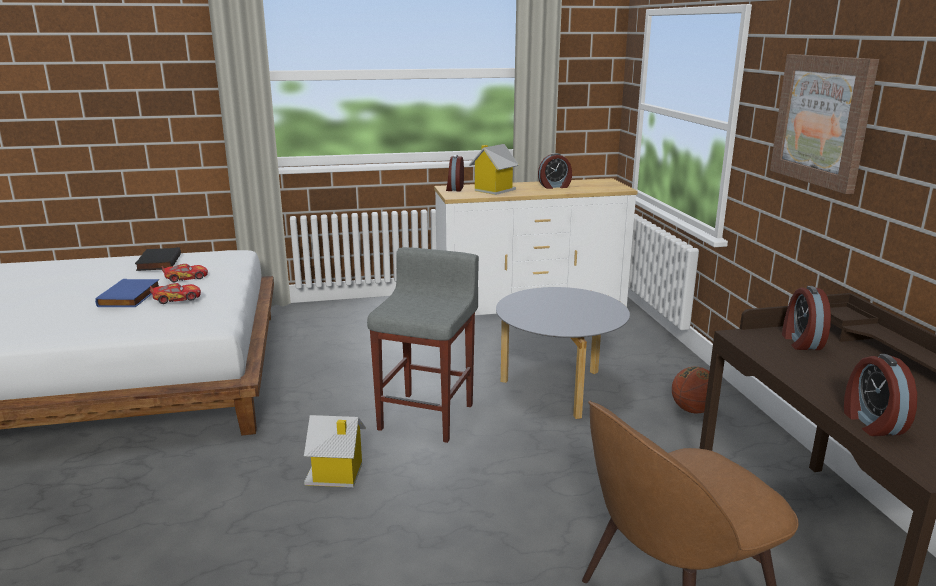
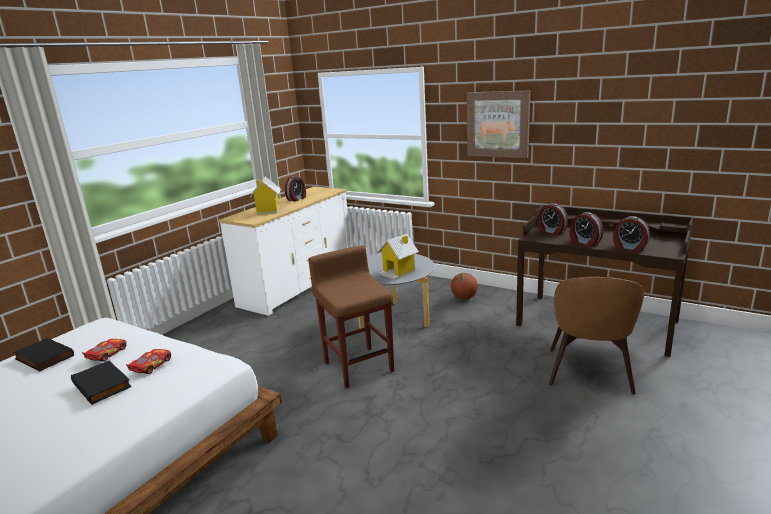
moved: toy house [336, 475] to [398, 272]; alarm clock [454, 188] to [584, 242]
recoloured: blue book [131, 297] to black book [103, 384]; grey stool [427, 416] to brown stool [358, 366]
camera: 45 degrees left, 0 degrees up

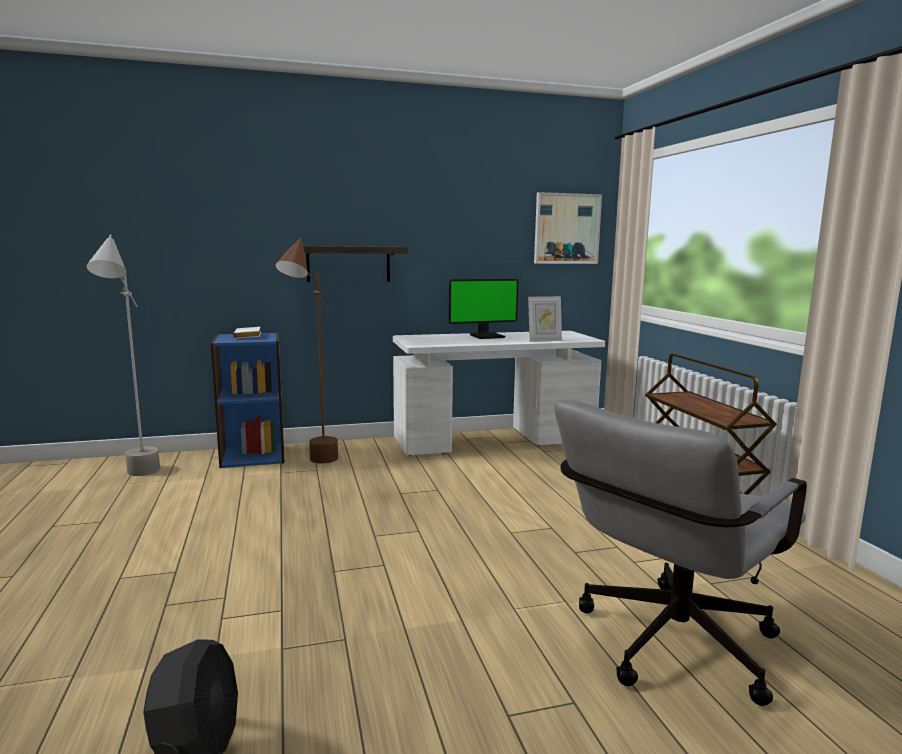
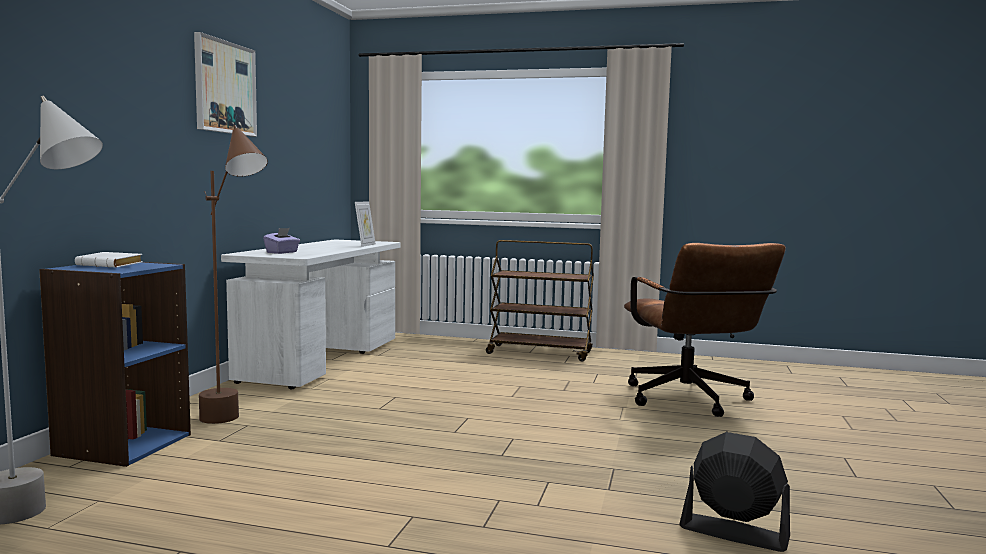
removed: shelf [348, 264]; monitor [487, 336]
added: purple tissue box [282, 252]
moved: picture [566, 229] to [224, 87]
recoloured: grey office chair [666, 648] to brown office chair [691, 401]
camera: 60 degrees left, 5 degrees down

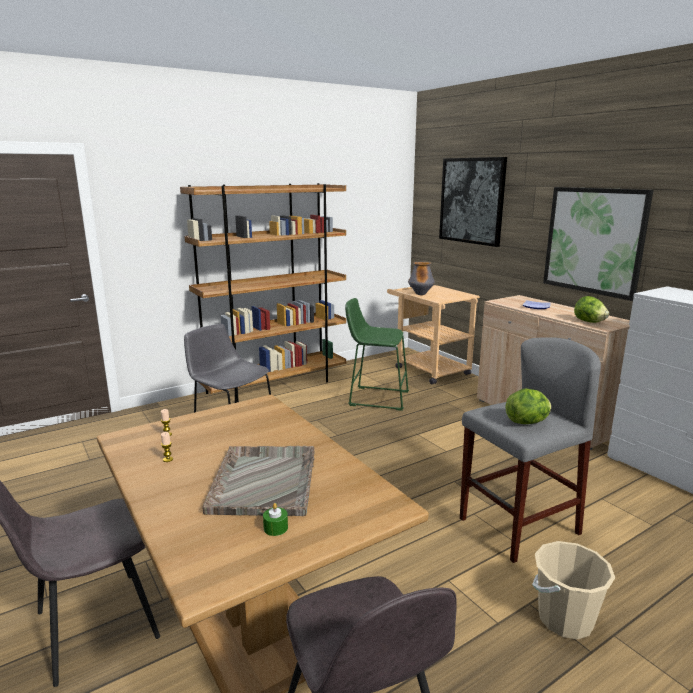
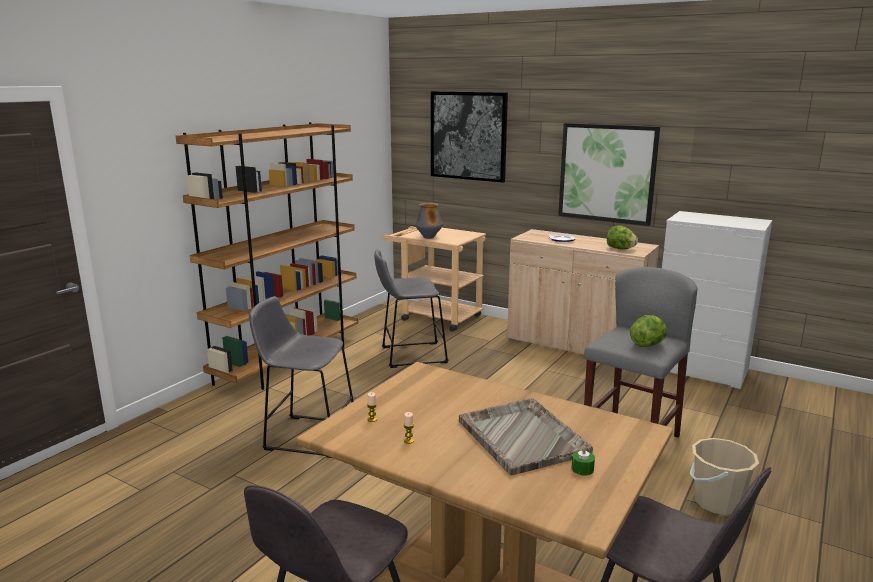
recoloured: green stool [375, 398] to grey stool [410, 355]
camera: 25 degrees left, 0 degrees up

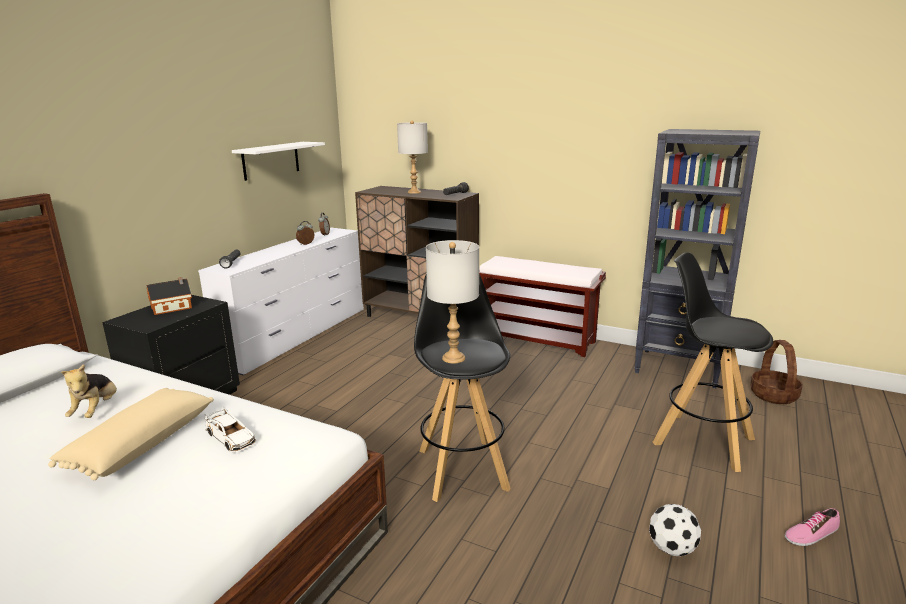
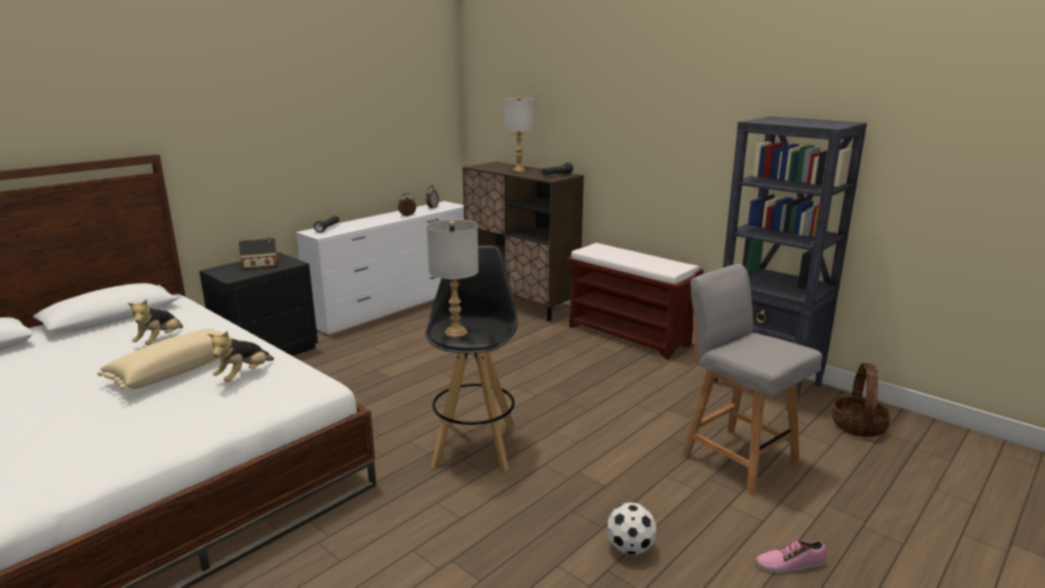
removed: white shelf [271, 160]
replaced: white toy car [231, 438] to plush toy [244, 375]; black stool [702, 440] to grey chair [737, 458]
camera: 15 degrees right, 0 degrees up

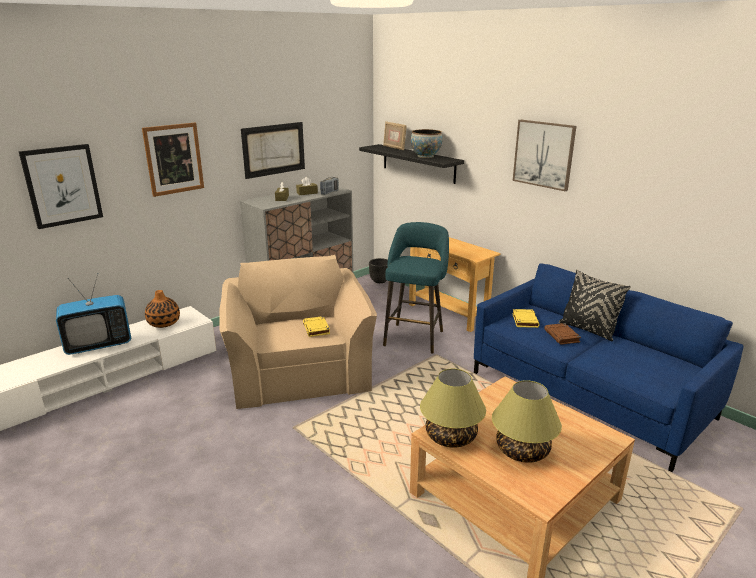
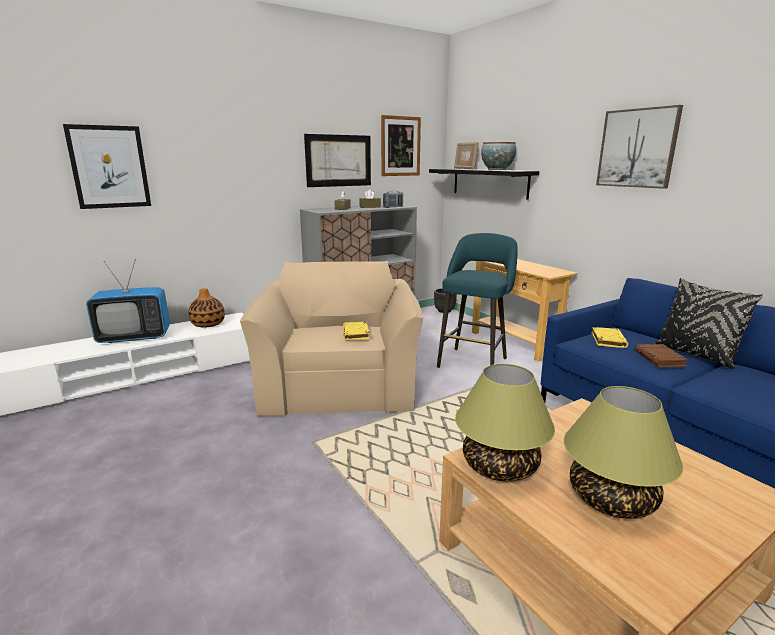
moved: picture [174, 159] to [400, 146]
camera: 10 degrees right, 5 degrees down

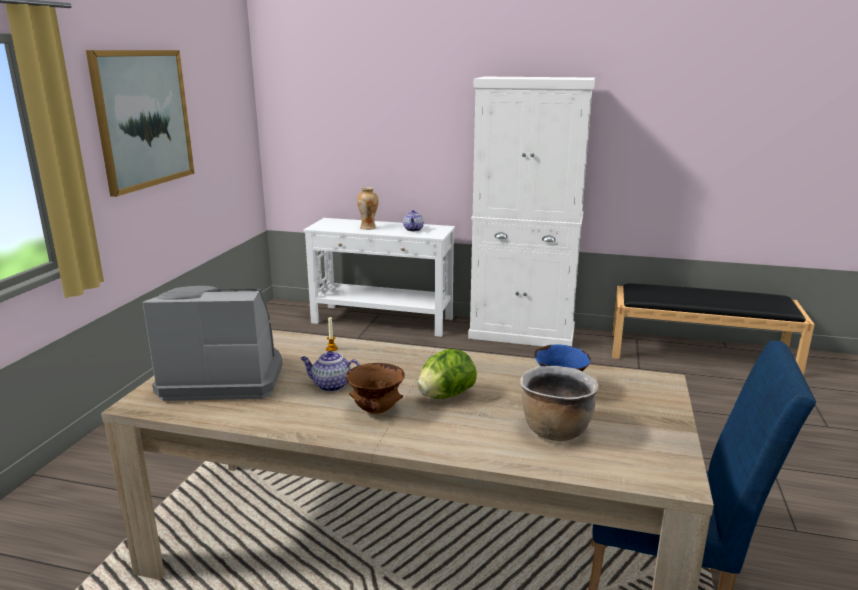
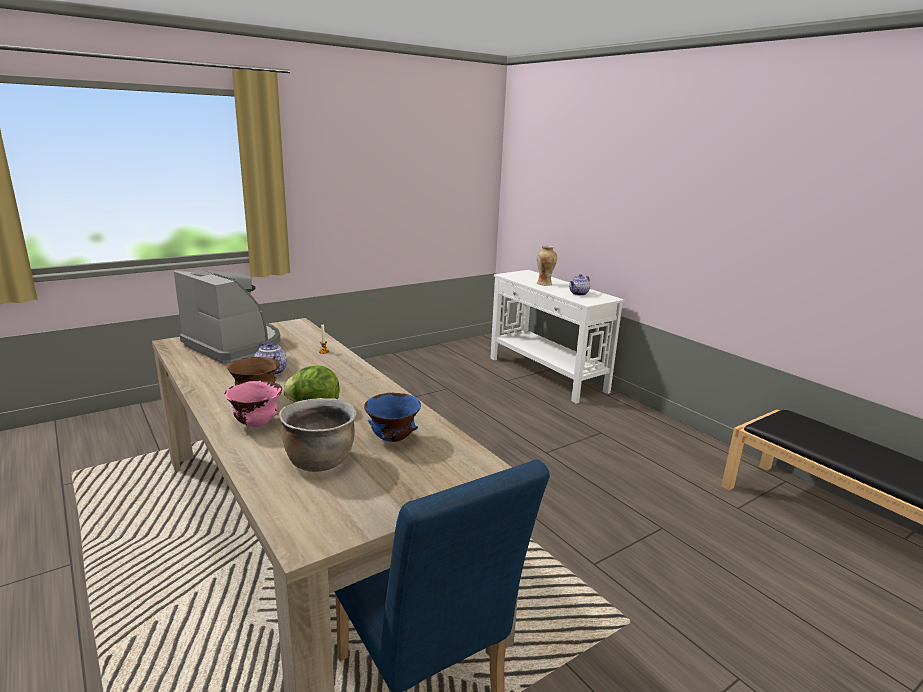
removed: picture [143, 119]; white cabinet [522, 334]
added: pink bowl [256, 424]
camera: 40 degrees right, 0 degrees up

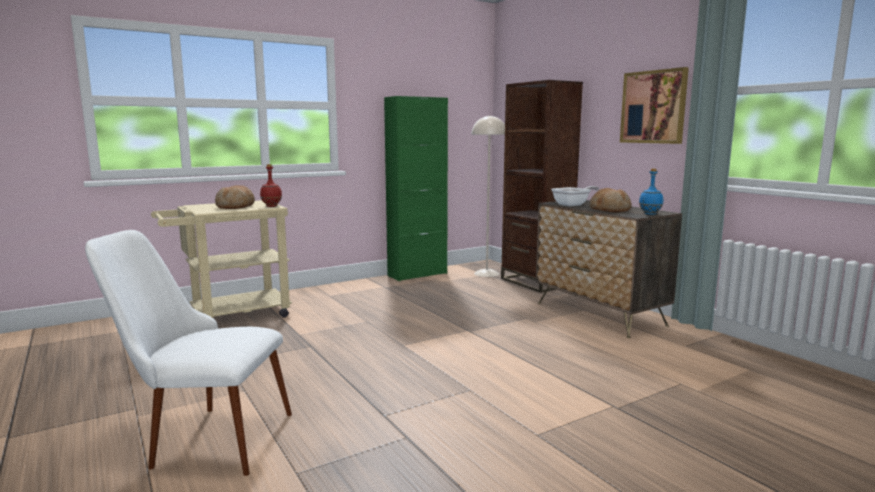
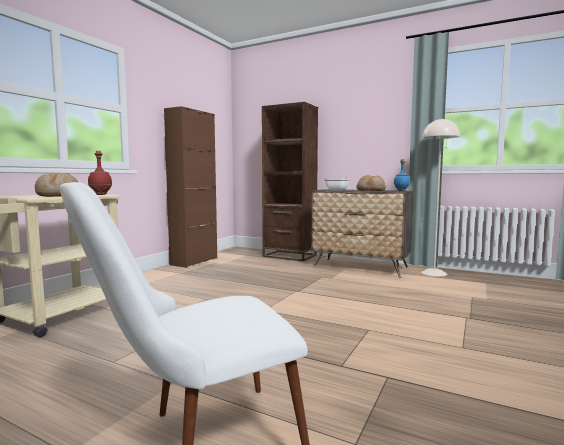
removed: picture [653, 107]
moved: beige floor lamp [486, 273] to [433, 273]
recoloured: green cabinet [417, 274] to brown cabinet [194, 261]
camera: 30 degrees left, 5 degrees down

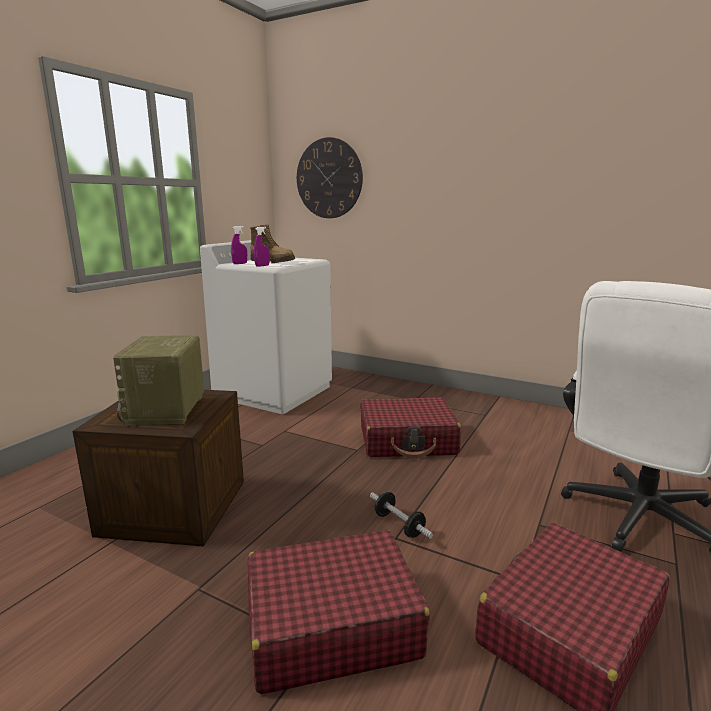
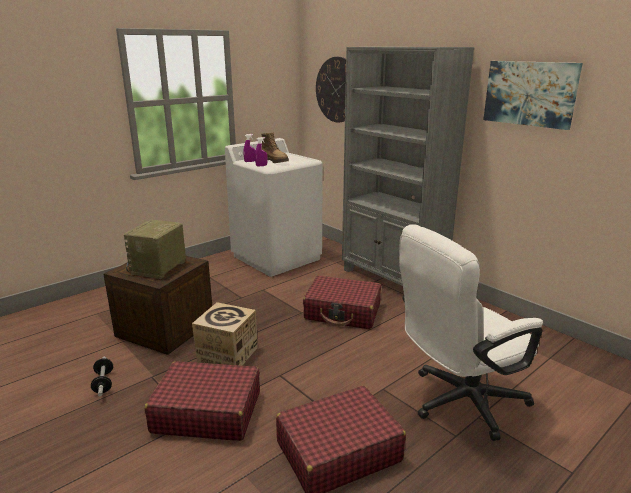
added: cardboard box [227, 355]; grey bookcase [392, 279]; picture [530, 93]
moved: dumbbell [399, 525] to [103, 383]
camera: 20 degrees right, 5 degrees up

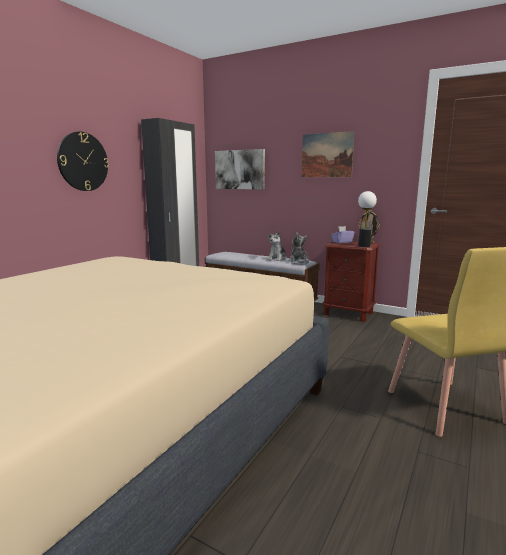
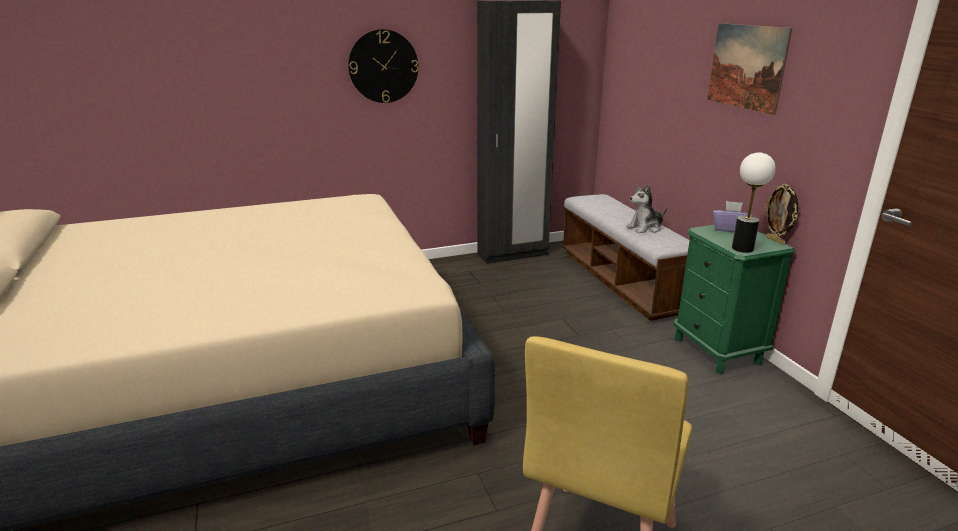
removed: picture [240, 169]; plush toy [298, 262]
recoloured: brown nightstand [348, 313] to green nightstand [717, 351]
camera: 40 degrees right, 10 degrees up

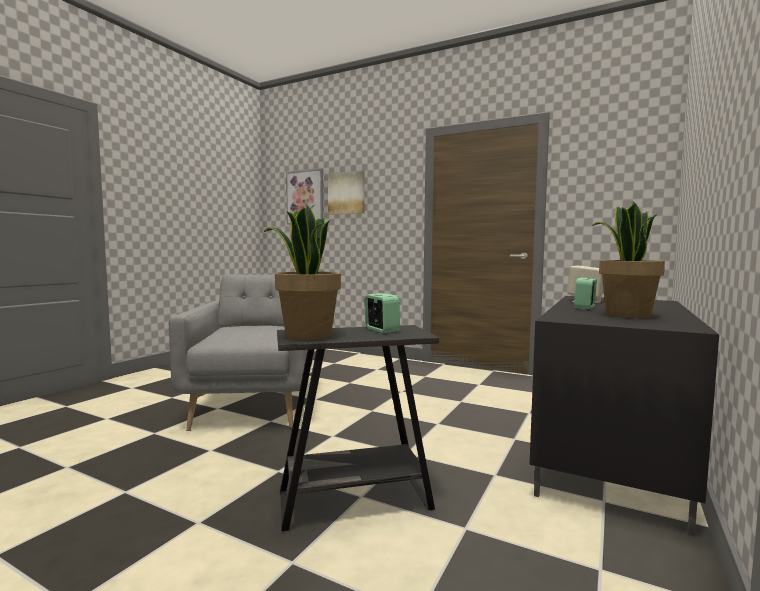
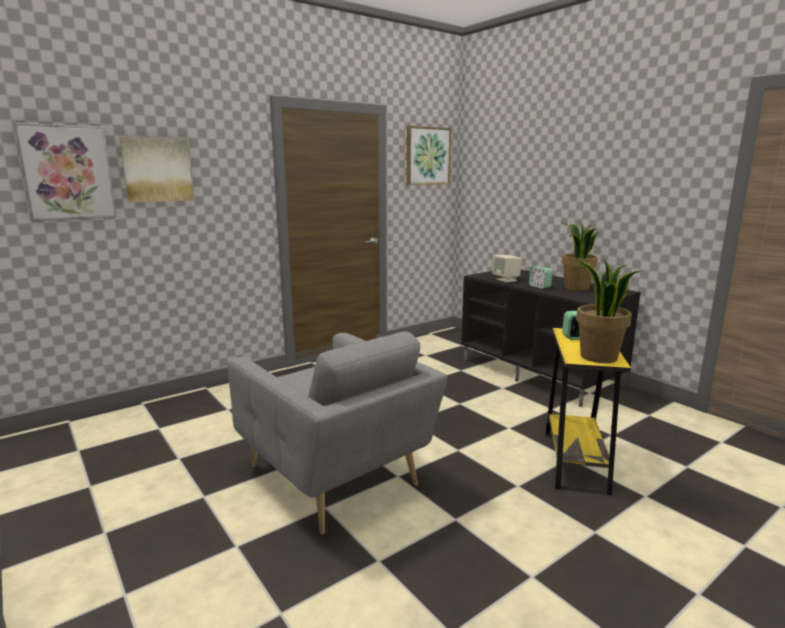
added: picture [428, 156]
recoloured: black side table [354, 500] to yellow side table [575, 461]
turned: grey armchair [255, 404] = [335, 479] 150 degrees counterclockwise
camera: 65 degrees left, 10 degrees up

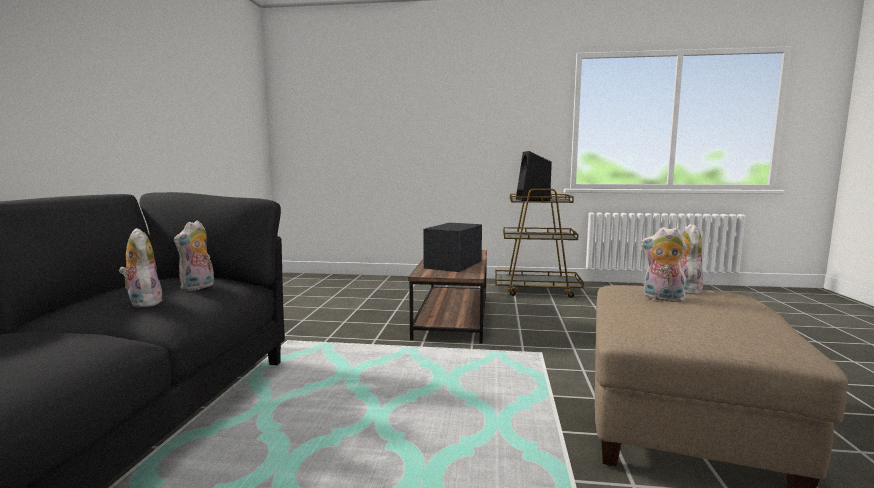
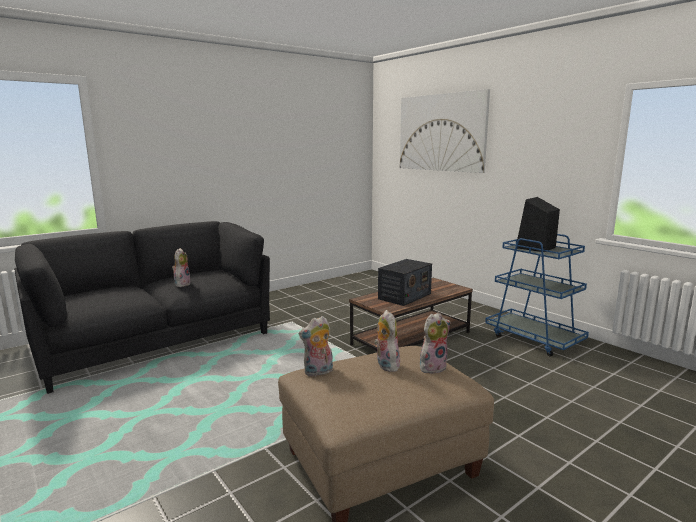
added: picture [441, 132]
moved: plush toy [198, 287] to [318, 372]
recoloured: brown cart [537, 290] to blue cart [534, 339]
turned: radio [453, 264] = [404, 296] 150 degrees clockwise
camera: 45 degrees right, 5 degrees up

